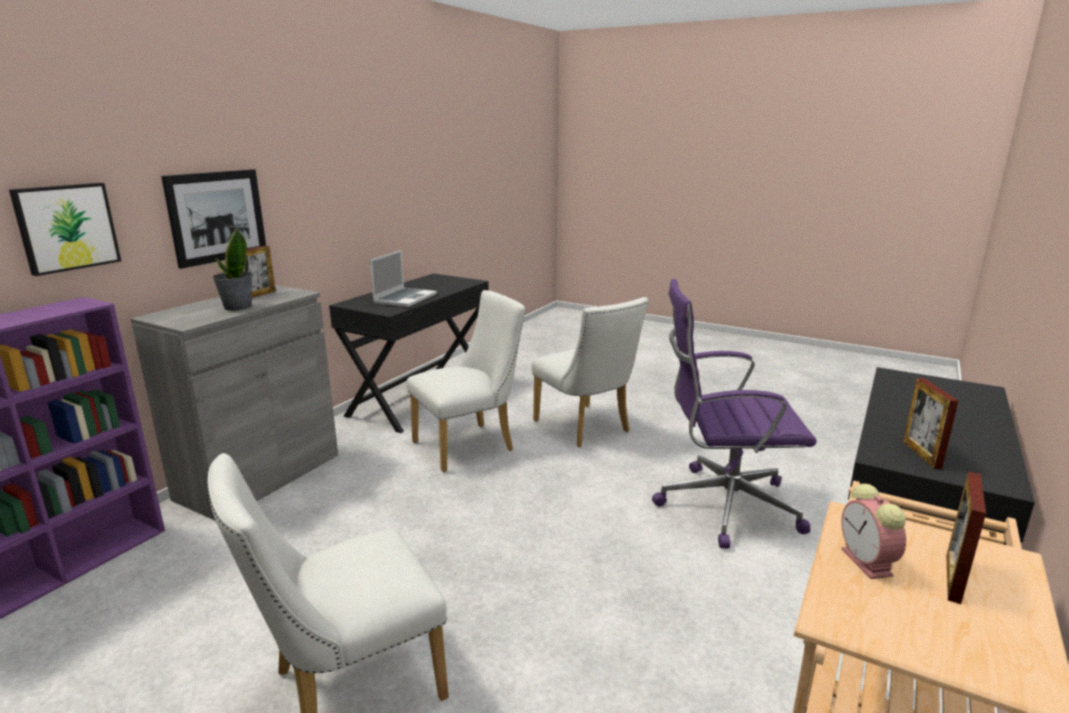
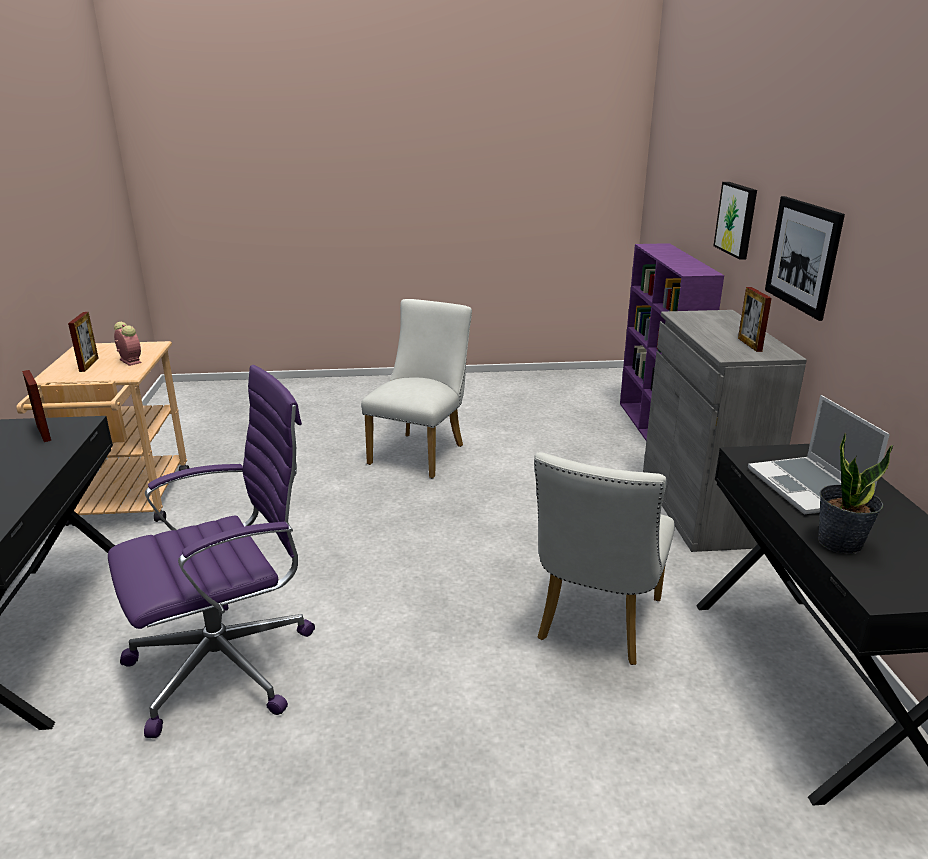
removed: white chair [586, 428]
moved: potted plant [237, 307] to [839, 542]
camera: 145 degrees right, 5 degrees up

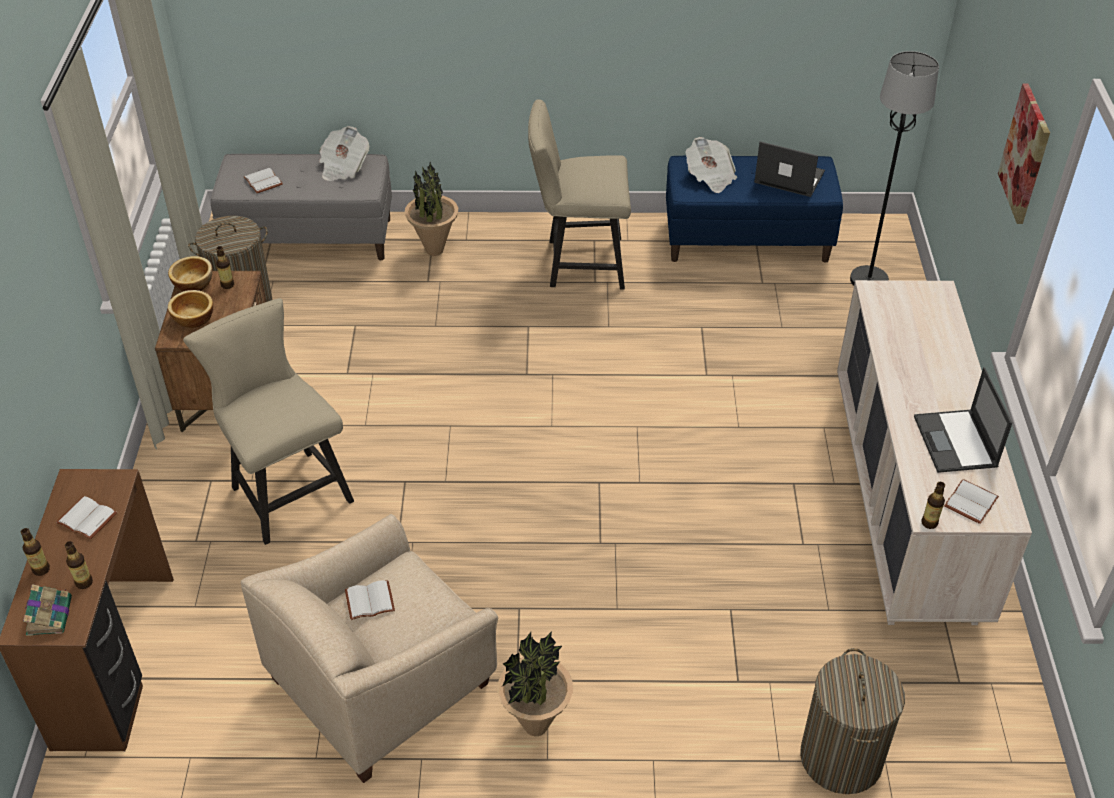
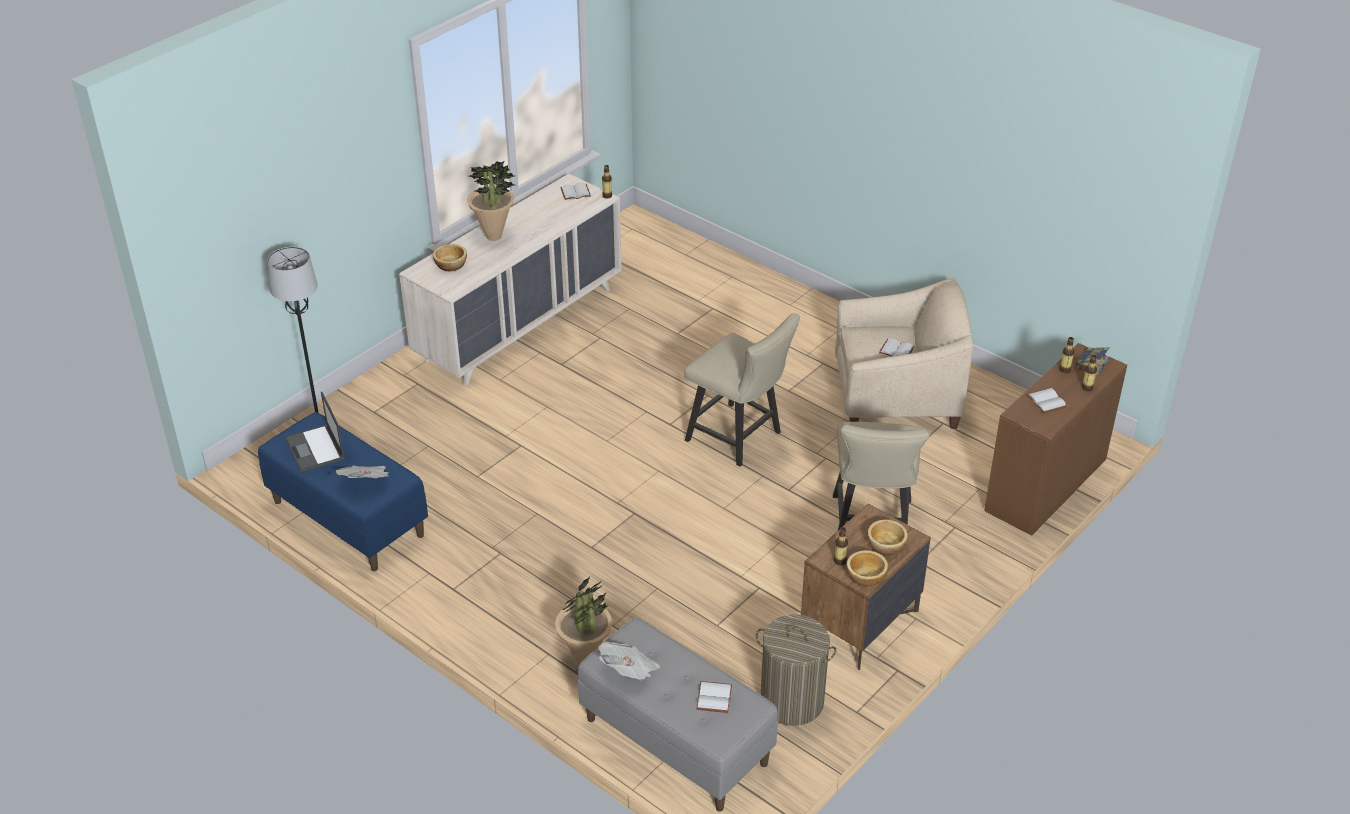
removed: laundry basket [841, 758]; laptop [956, 442]; picture [1025, 154]
added: bowl [451, 265]
moved: potted plant [535, 726] to [494, 236]; beige chair [578, 263] to [739, 438]
camera: 140 degrees left, 5 degrees down

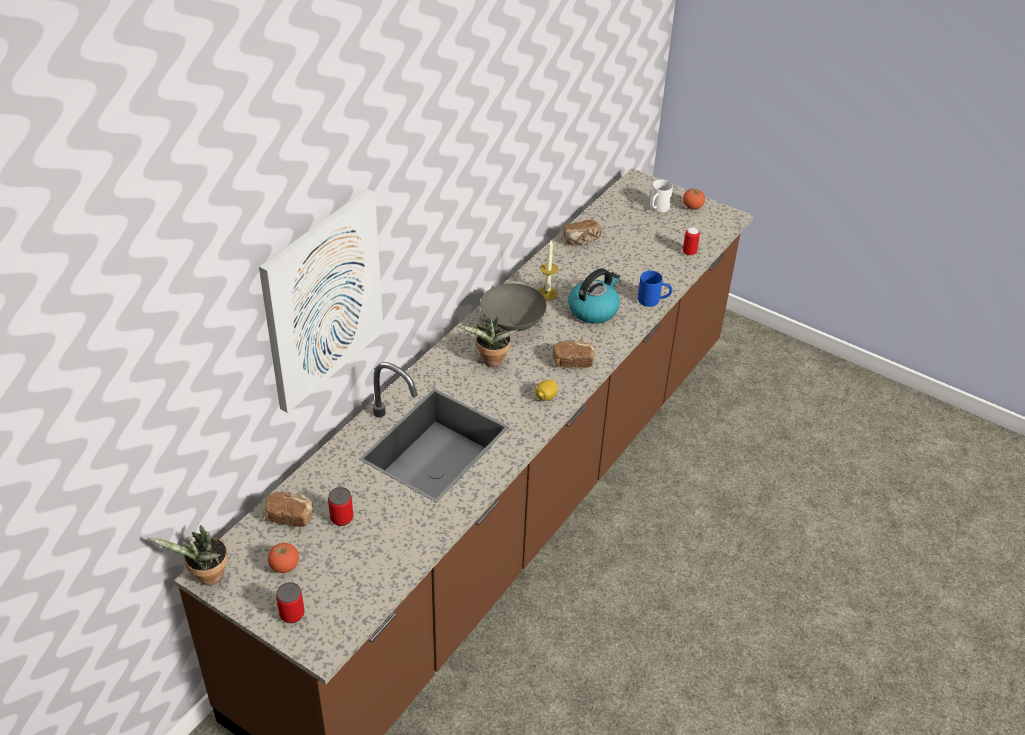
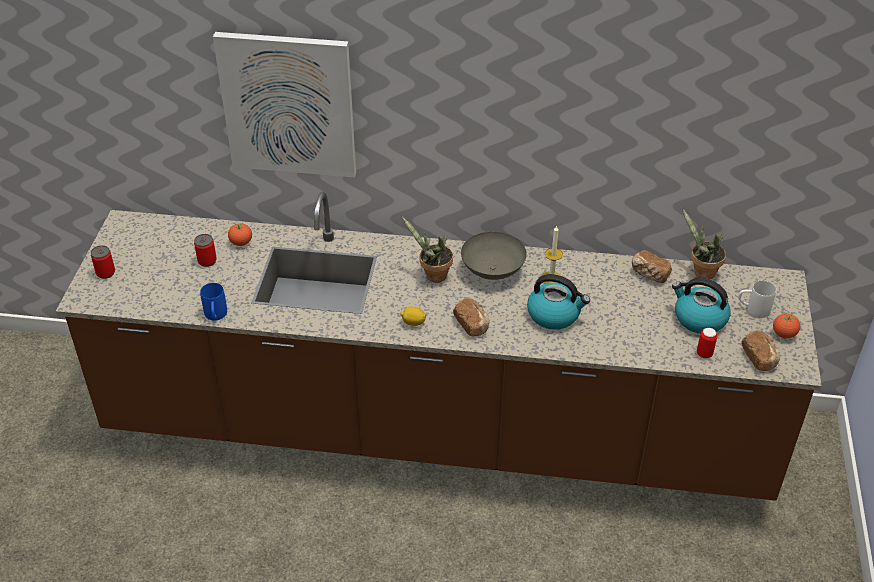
added: kettle [699, 318]
moved: blue mug [653, 301] to [215, 316]; tomato [284, 566] to [241, 243]; potted plant [207, 578] to [701, 272]; bread [290, 516] to [759, 358]
camera: 65 degrees right, 0 degrees up

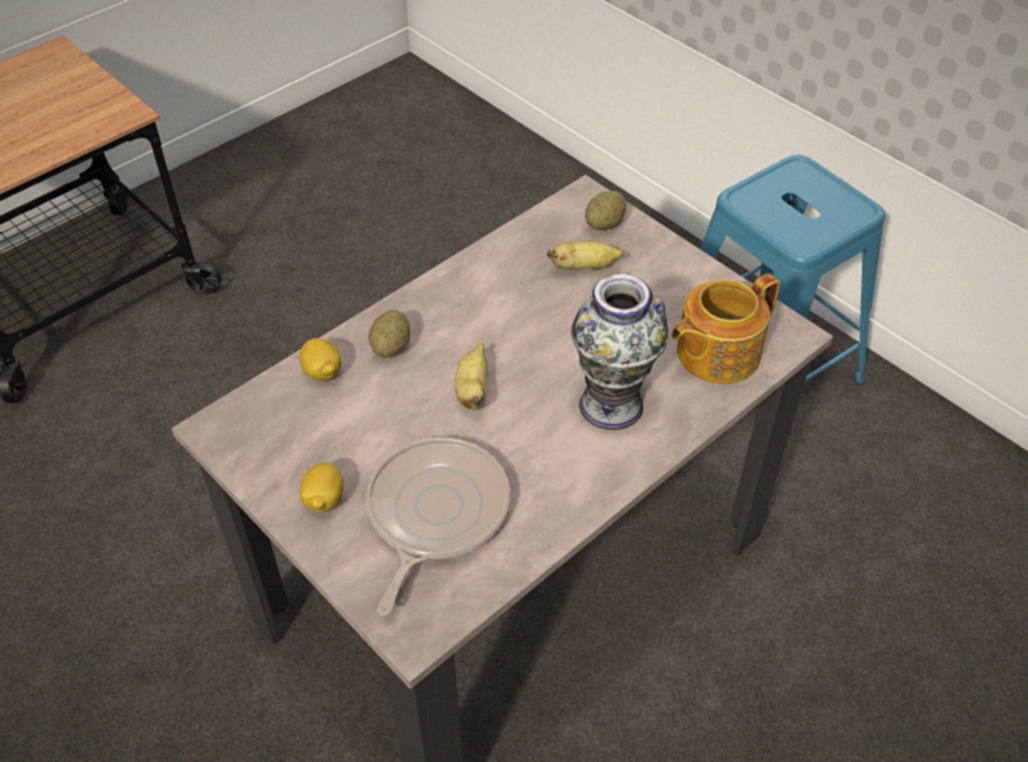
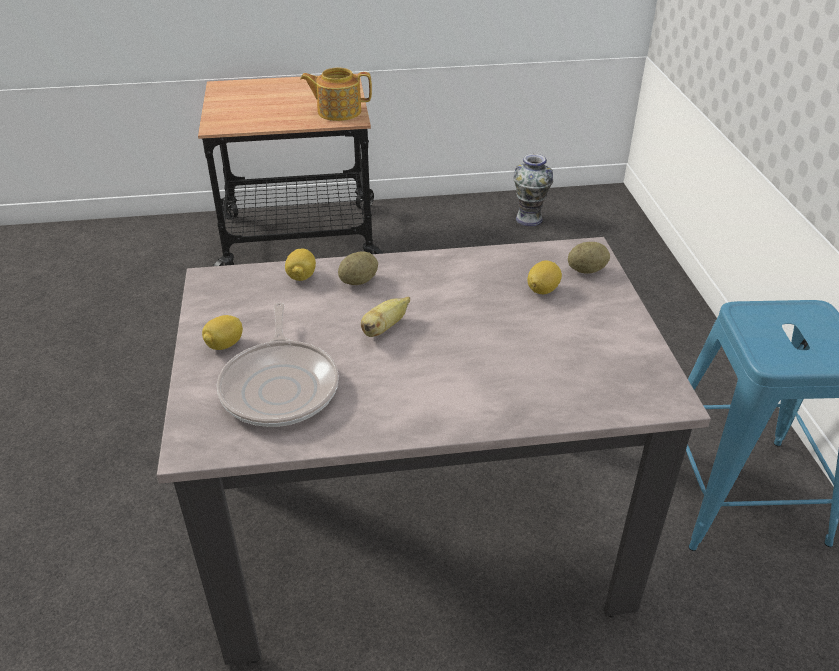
moved: teapot [715, 353] to [338, 111]; vase [611, 404] to [529, 219]
replaced: banana [584, 267] to lemon [542, 289]
turned: frying pan [434, 514] = [280, 386] 120 degrees clockwise
camera: 35 degrees right, 10 degrees down

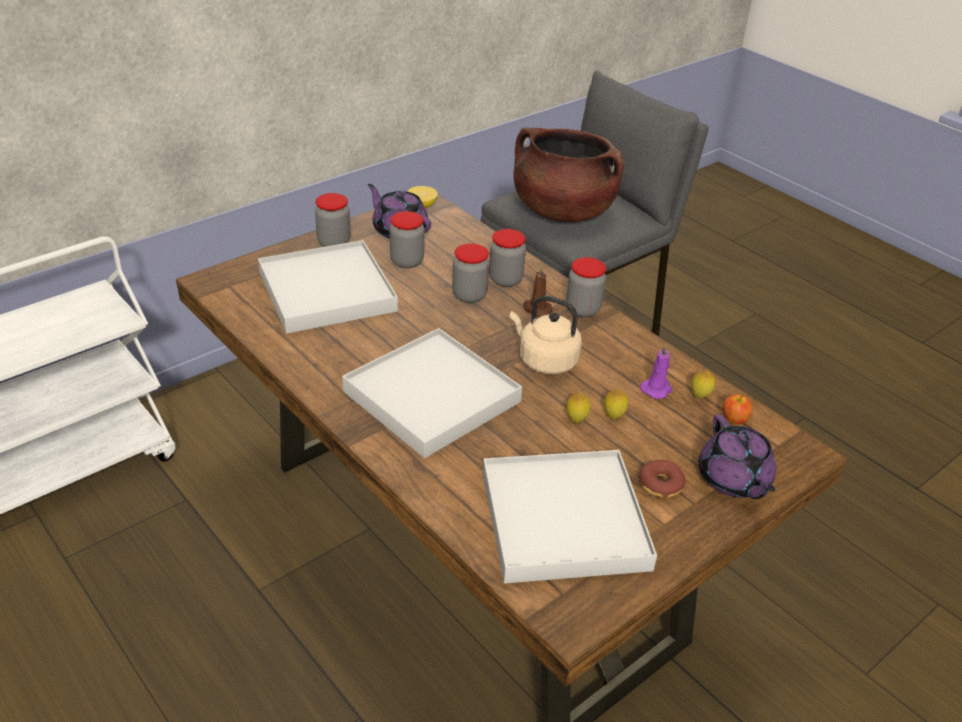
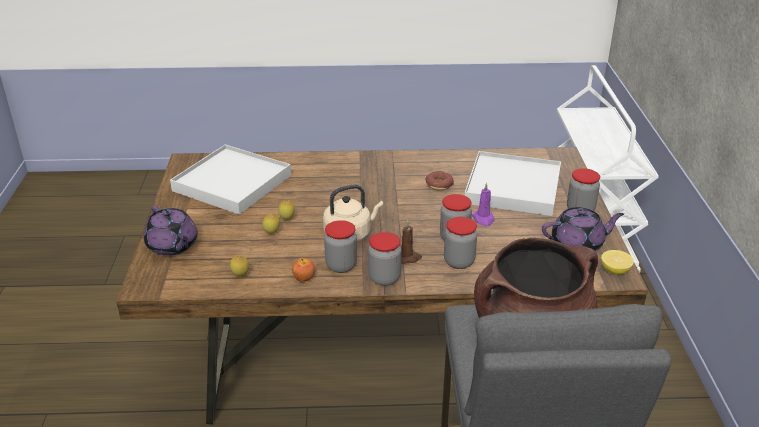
removed: white tray [432, 396]
moved: apple [734, 419] to [304, 278]; jar [407, 261] to [341, 265]; donut [660, 484] to [439, 185]; purple candle [657, 389] to [483, 219]
turned: purple teapot [733, 480] = [172, 246] 150 degrees counterclockwise
camera: 130 degrees right, 5 degrees down

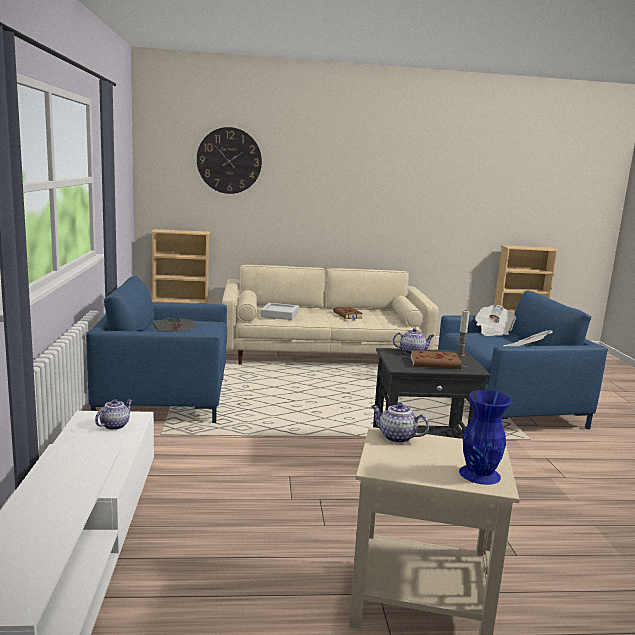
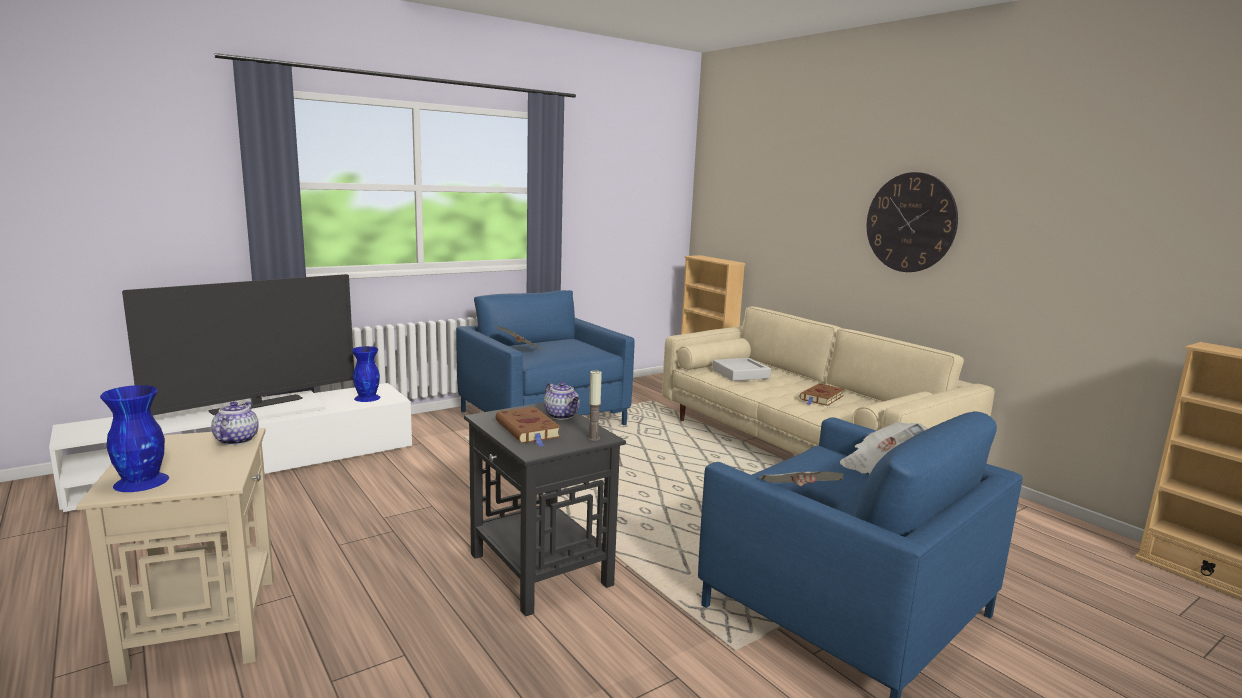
added: television [257, 405]
moved: wall clock [229, 160] to [910, 222]
replaced: teapot [115, 425] to blue vase [368, 398]
camera: 60 degrees right, 0 degrees up

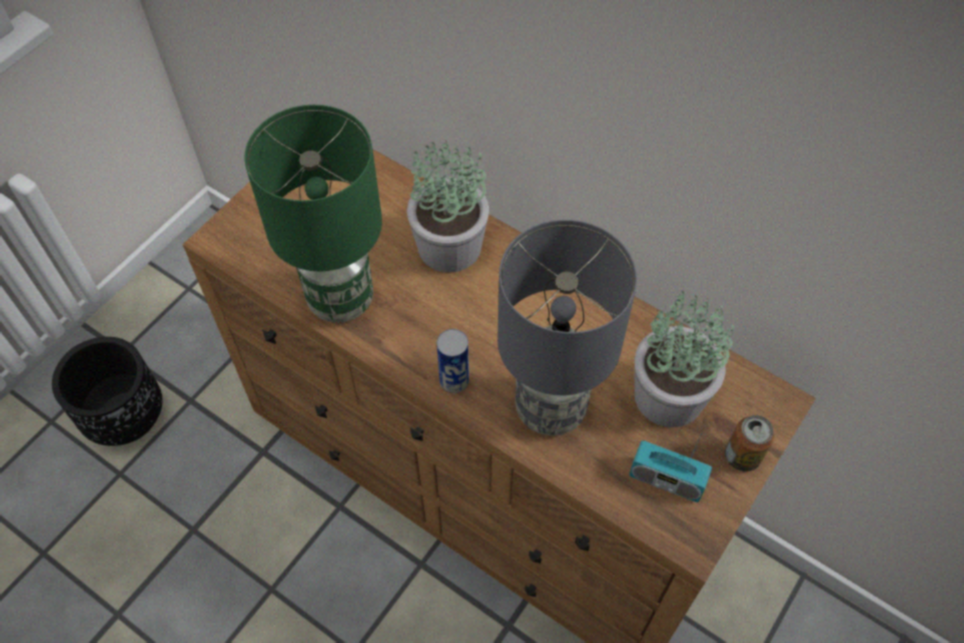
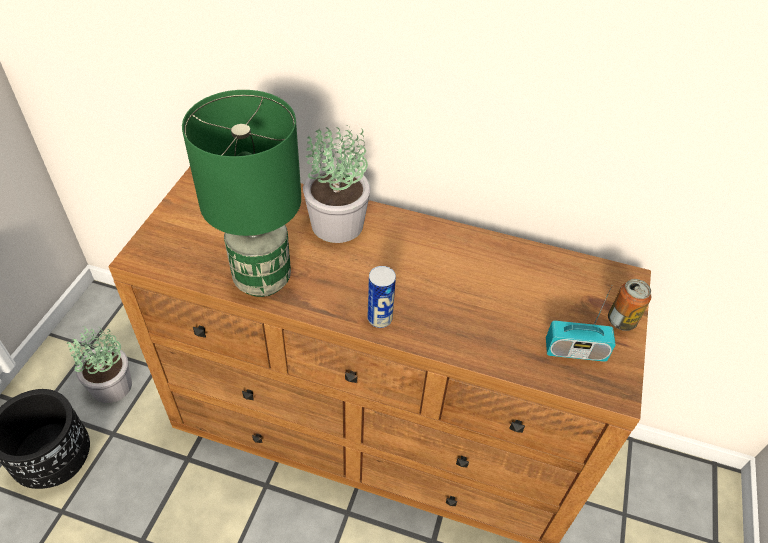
removed: grey table lamp [550, 409]
moved: potted plant [668, 397] to [111, 387]
camera: 20 degrees left, 10 degrees down

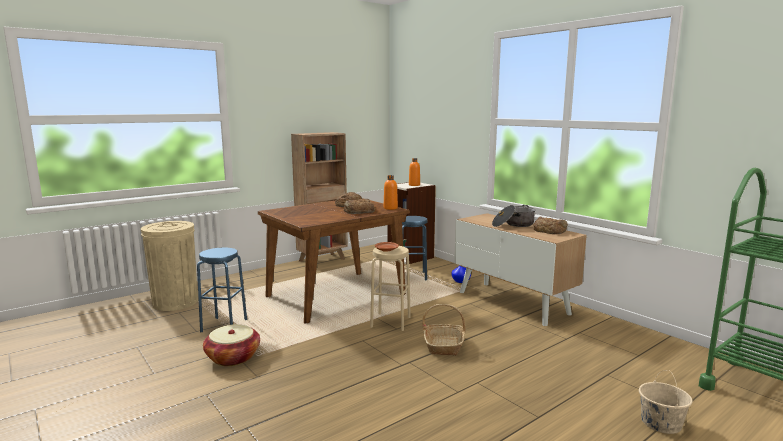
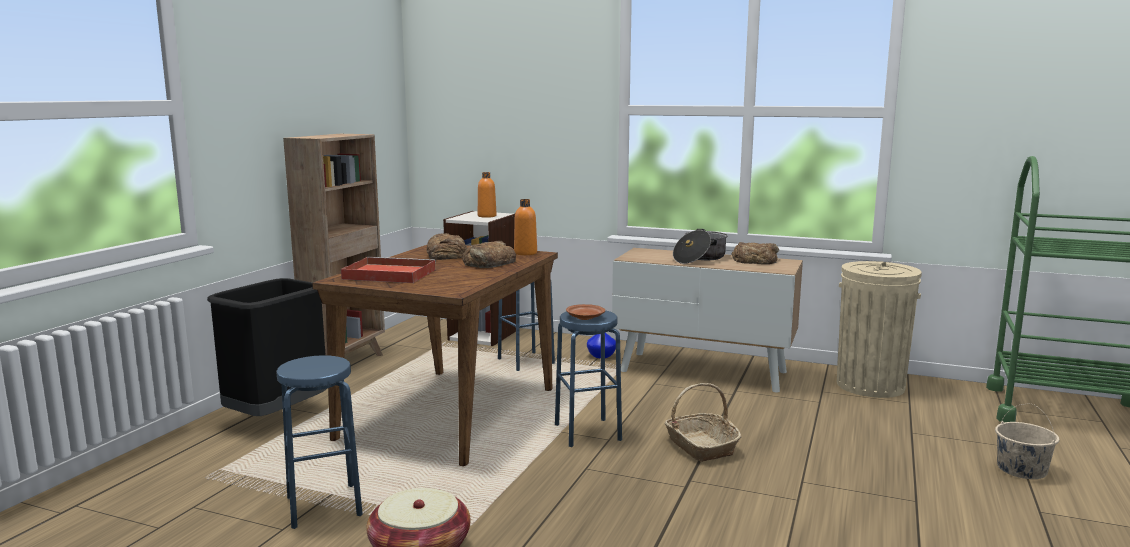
added: black trash can [277, 415]; red tray [387, 274]
moved: beige trash can [175, 302] to [870, 385]
recoloured: beige stool [390, 322] to blue stool [587, 432]
camera: 30 degrees left, 0 degrees up

